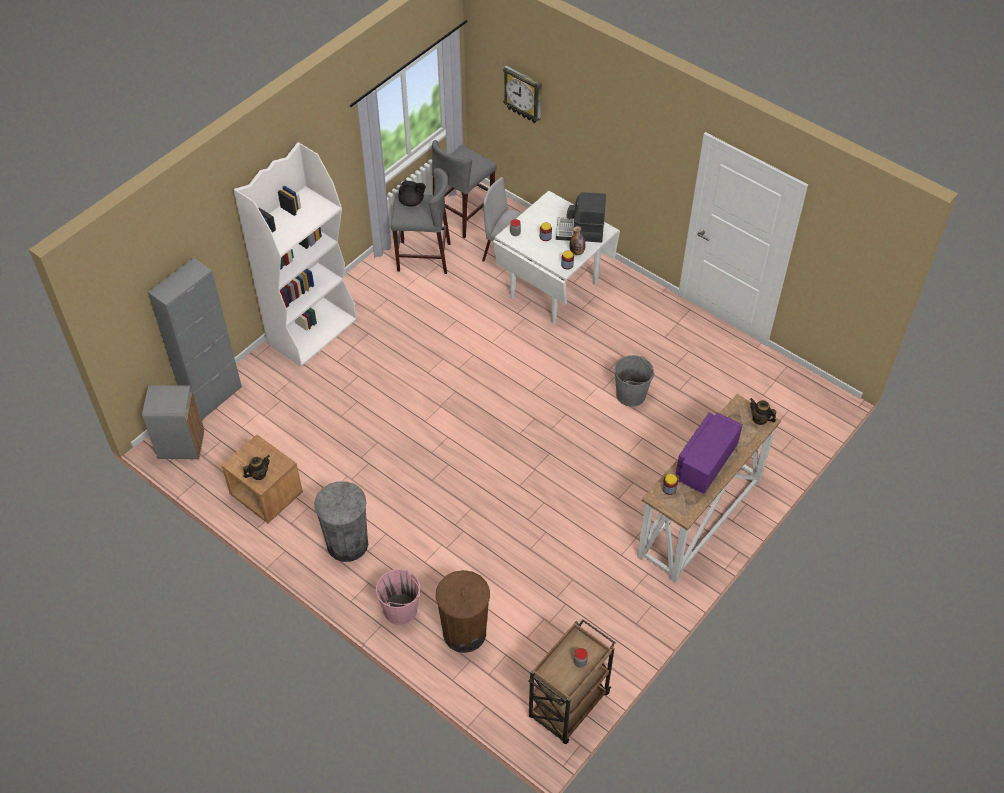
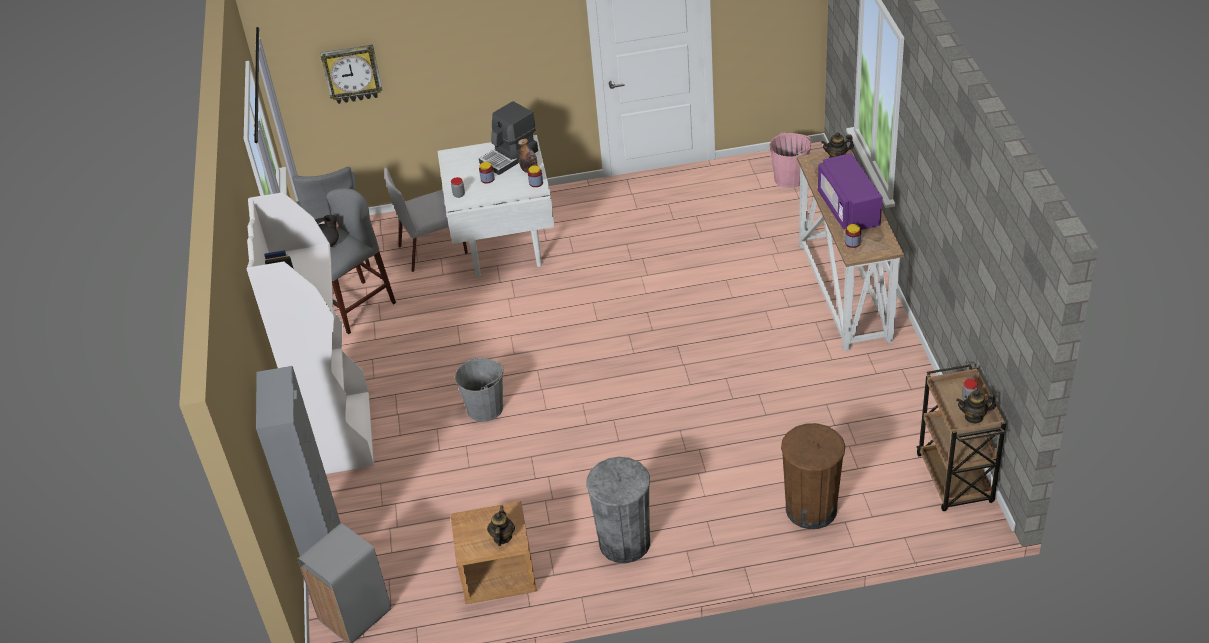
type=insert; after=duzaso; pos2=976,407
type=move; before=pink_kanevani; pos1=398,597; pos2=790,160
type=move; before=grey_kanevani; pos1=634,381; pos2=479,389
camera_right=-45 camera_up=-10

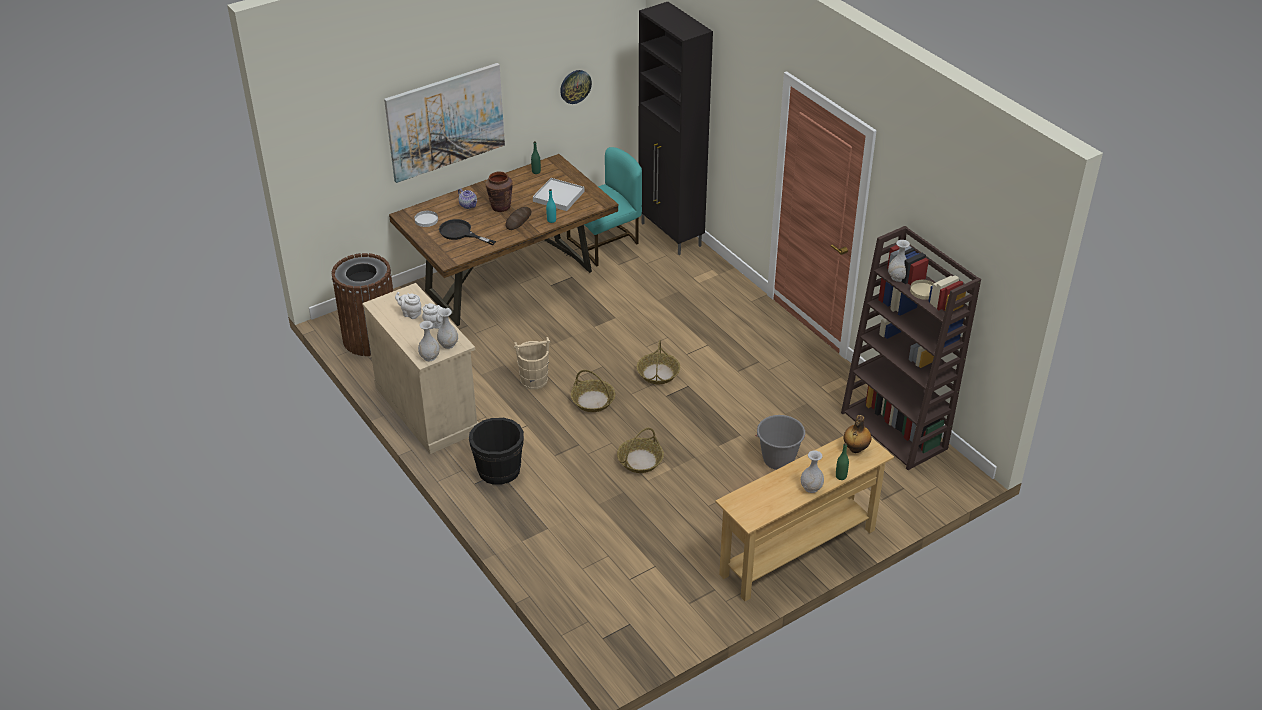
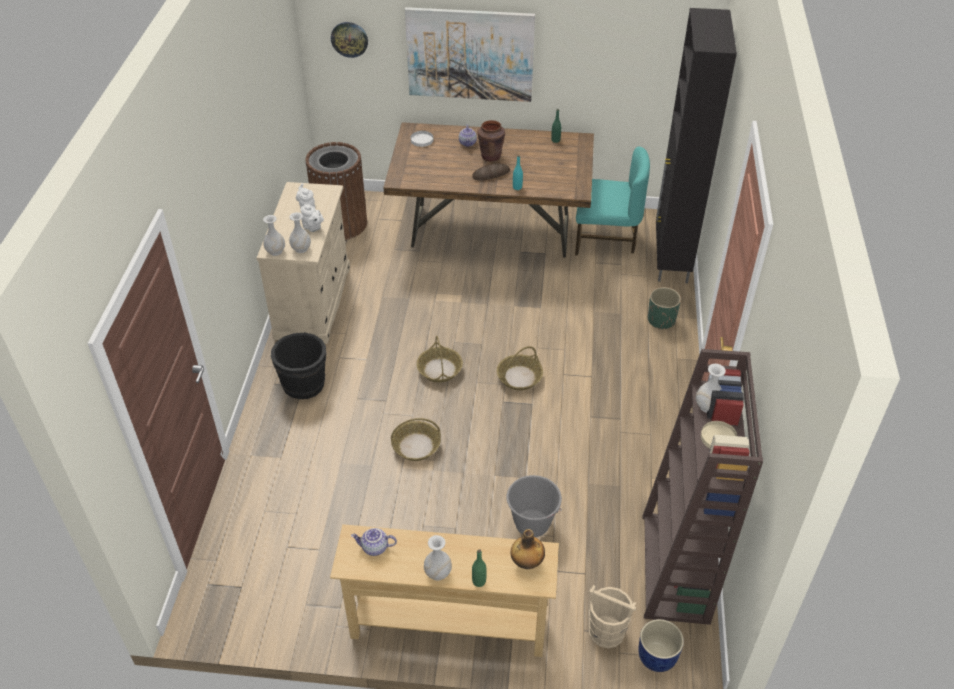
type=delete; before=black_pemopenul; pos1=467,232
type=delete; before=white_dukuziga; pos1=558,194
type=insert; after=duzaso; pos2=374,542
type=insert; after=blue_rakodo; pos2=661,645
type=insert; after=green_rakodo; pos2=664,308
type=move; before=beige_kanevani; pos1=532,363; pos2=612,616
type=move; before=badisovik; pos1=576,87; pos2=349,40
camera_right=40 camera_up=5

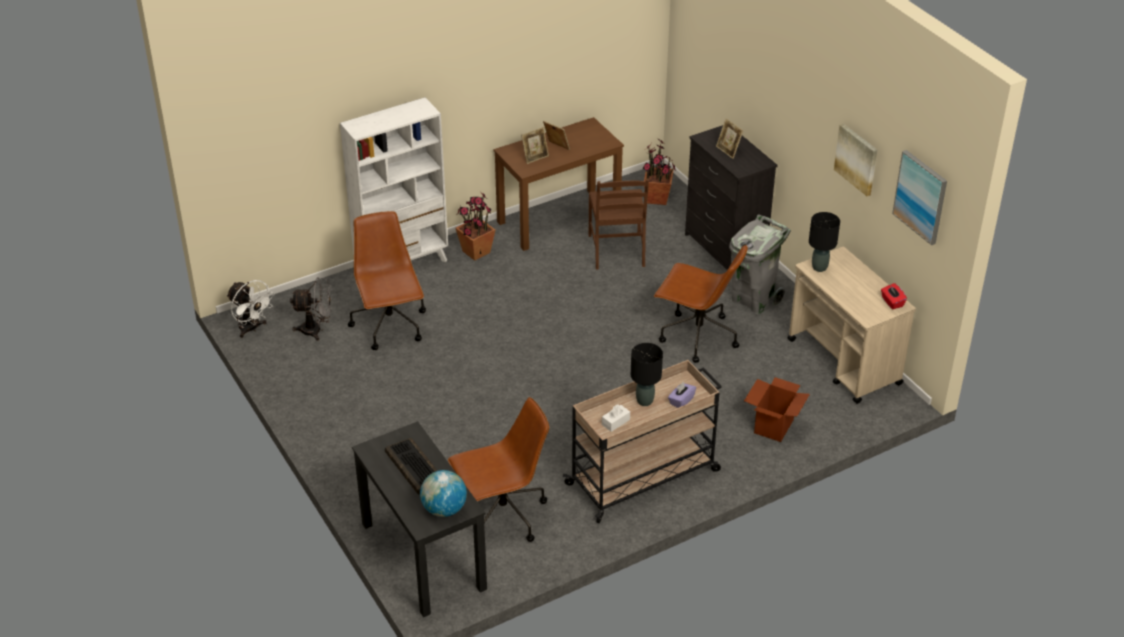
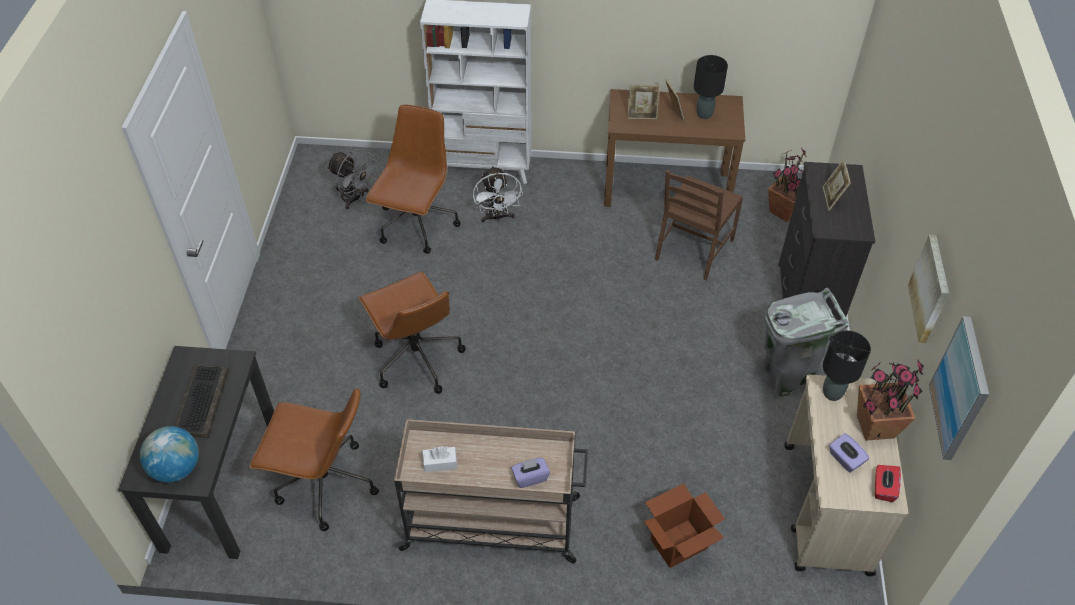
type=insert; after=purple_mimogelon; pos2=849,452
type=move; before=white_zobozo; pos1=250,309; pos2=498,194
type=move; before=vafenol; pos1=475,227; pos2=890,400
type=move; before=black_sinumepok; pos1=647,374; pos2=711,87
type=move; before=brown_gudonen; pos1=701,304; pos2=412,332
camera_right=35 camera_up=10

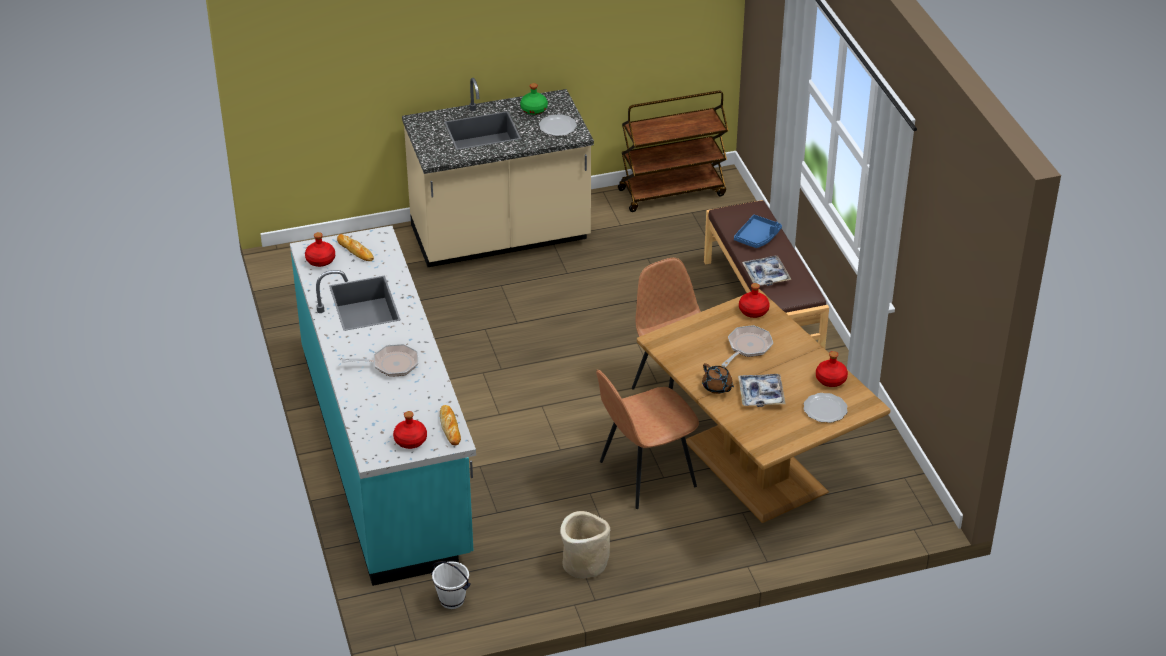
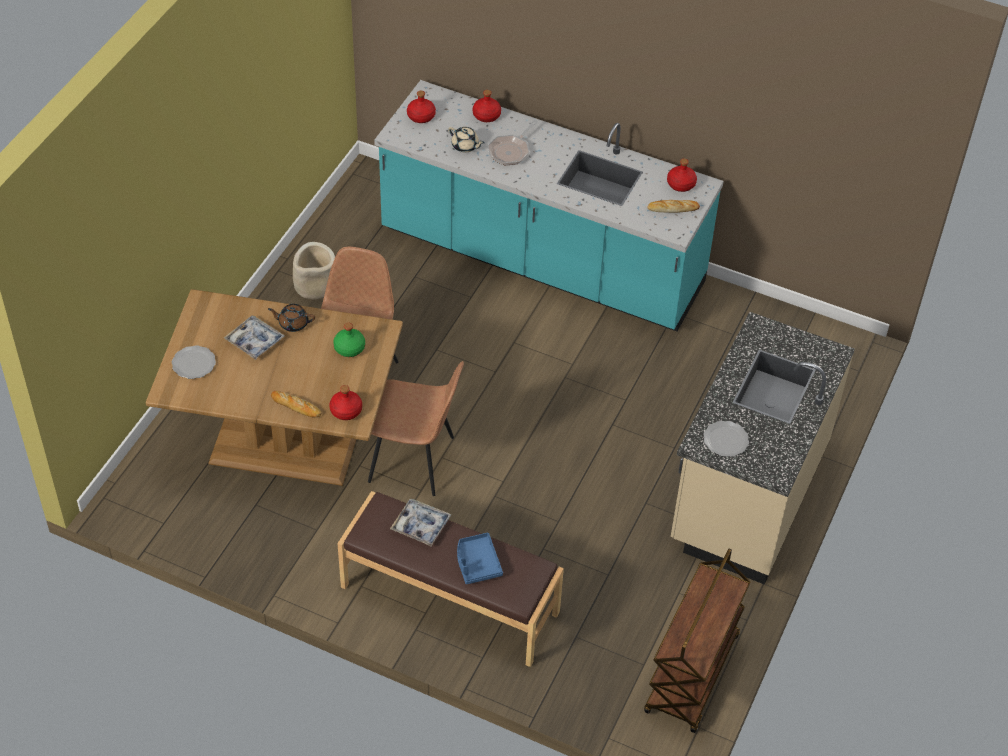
type=delete; before=white_kanevani; pos1=451,585
type=delete; before=pemopenul; pos1=747,346
type=insert; after=beige_duzaso; pos2=466,140
type=move; before=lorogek; pos1=450,425; pos2=296,404
type=move; before=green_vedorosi; pos1=534,99; pos2=349,340
type=move; before=red_vedorosi; pos1=832,369; pos2=487,106
camera_right=130 camera_up=10

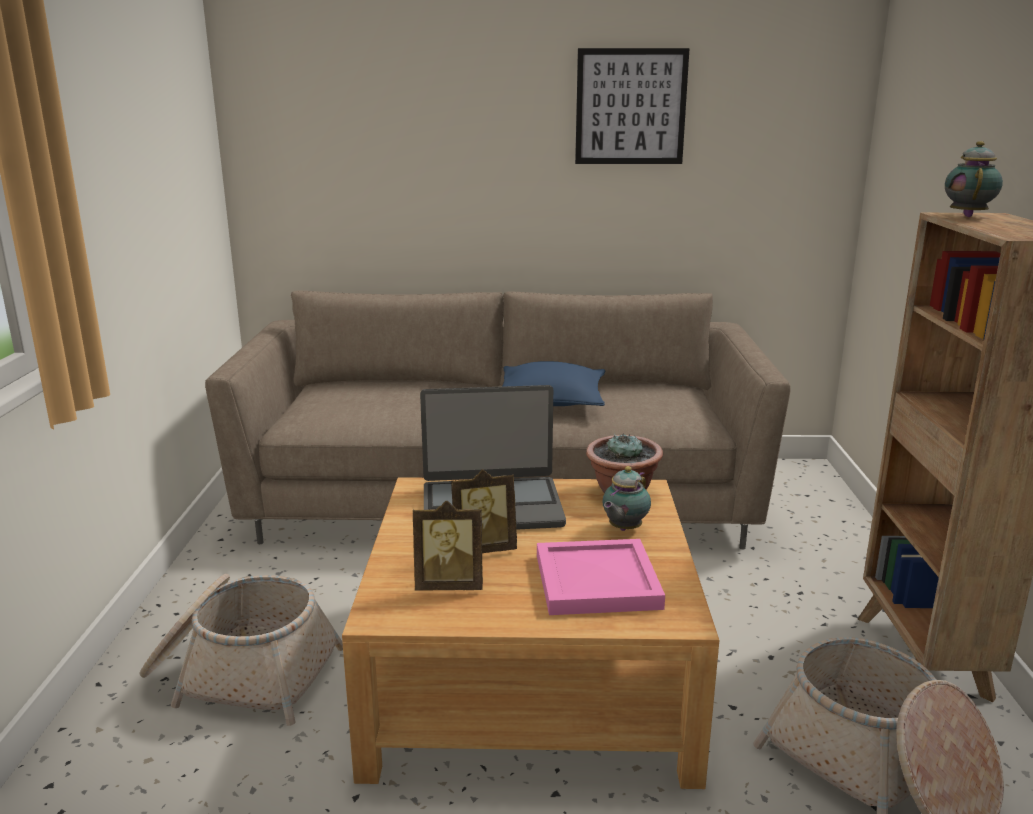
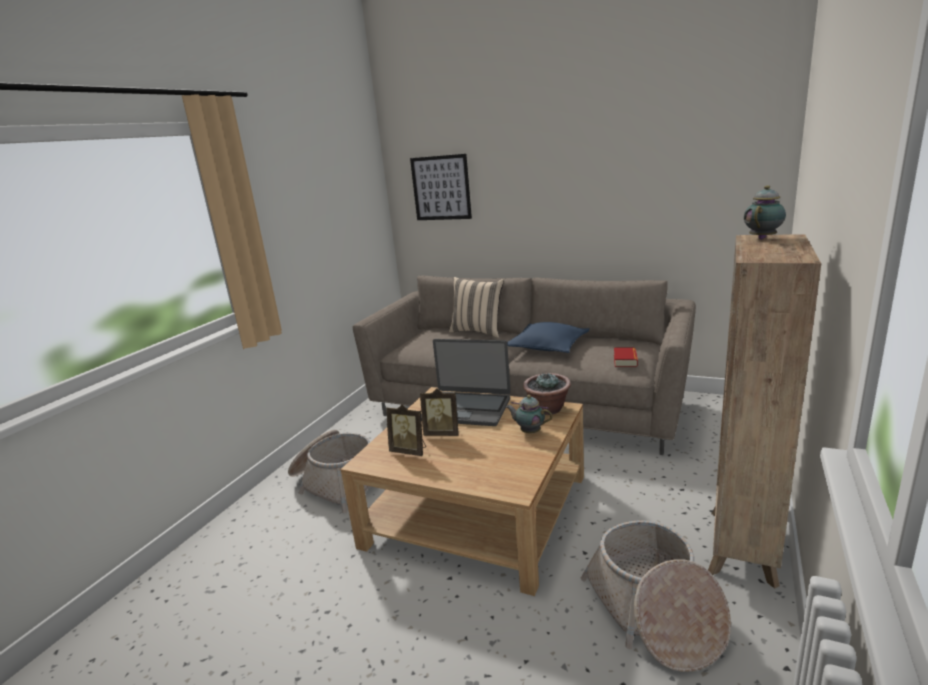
type=delete; before=pink_dukuziga; pos1=601,577
type=insert; after=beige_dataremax; pos2=476,307
type=insert; after=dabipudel; pos2=626,357
type=move; before=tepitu; pos1=632,106; pos2=441,187
type=rotate; before=duzaso; pos1=626,498; pos2=529,414; turn=60
camera_right=25 camera_up=0

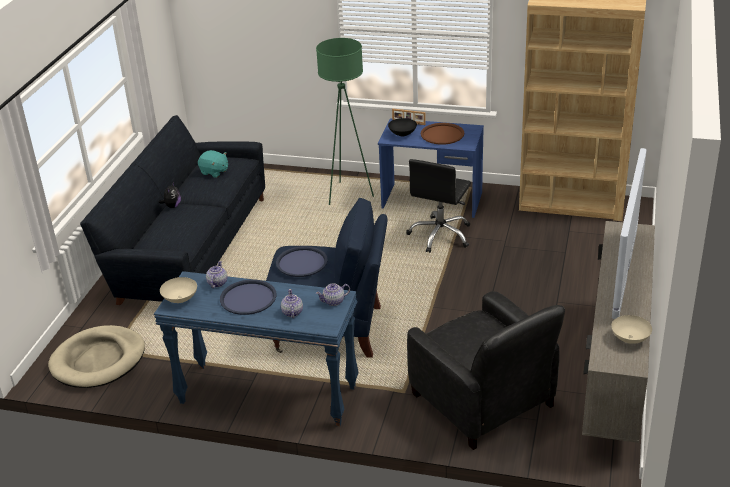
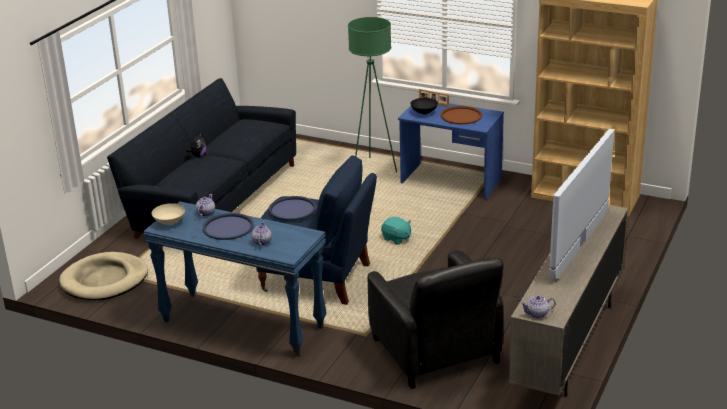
type=delete; before=black_gudonen; pos1=438,206
type=delete; before=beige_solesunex; pos1=631,329
type=move; before=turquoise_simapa; pos1=213,164; pos2=396,231
type=move; before=duzaso; pos1=333,294; pos2=538,307
camera_right=10 camera_up=-5

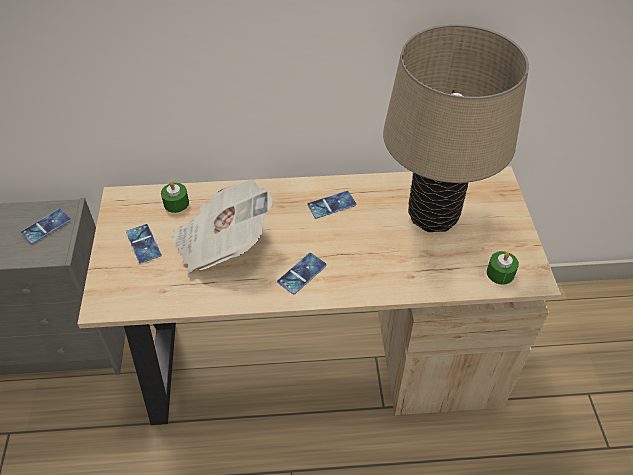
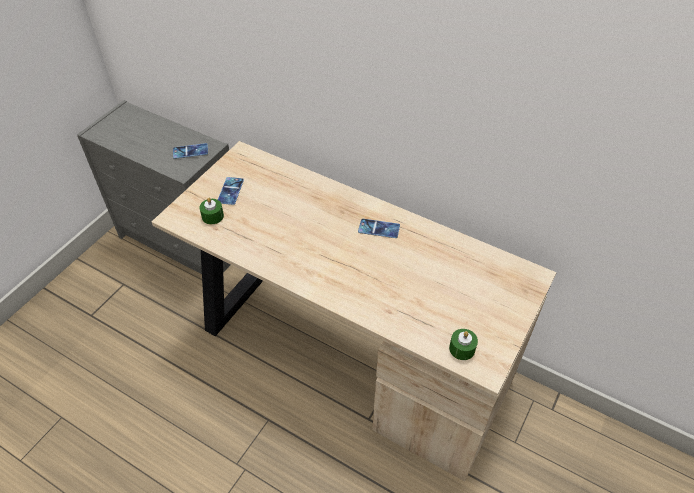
type=delete; before=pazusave; pos1=222,226
type=delete; before=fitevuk; pos1=302,273
type=delete; before=beige_sinumepok; pos1=456,128
type=move; before=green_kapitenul; pos1=175,197; pos2=211,211
camera_right=35 camera_up=0

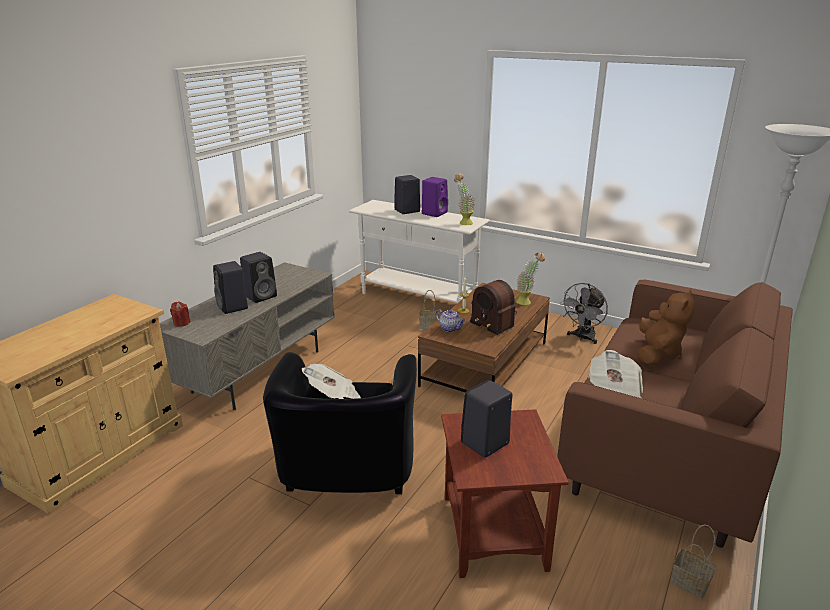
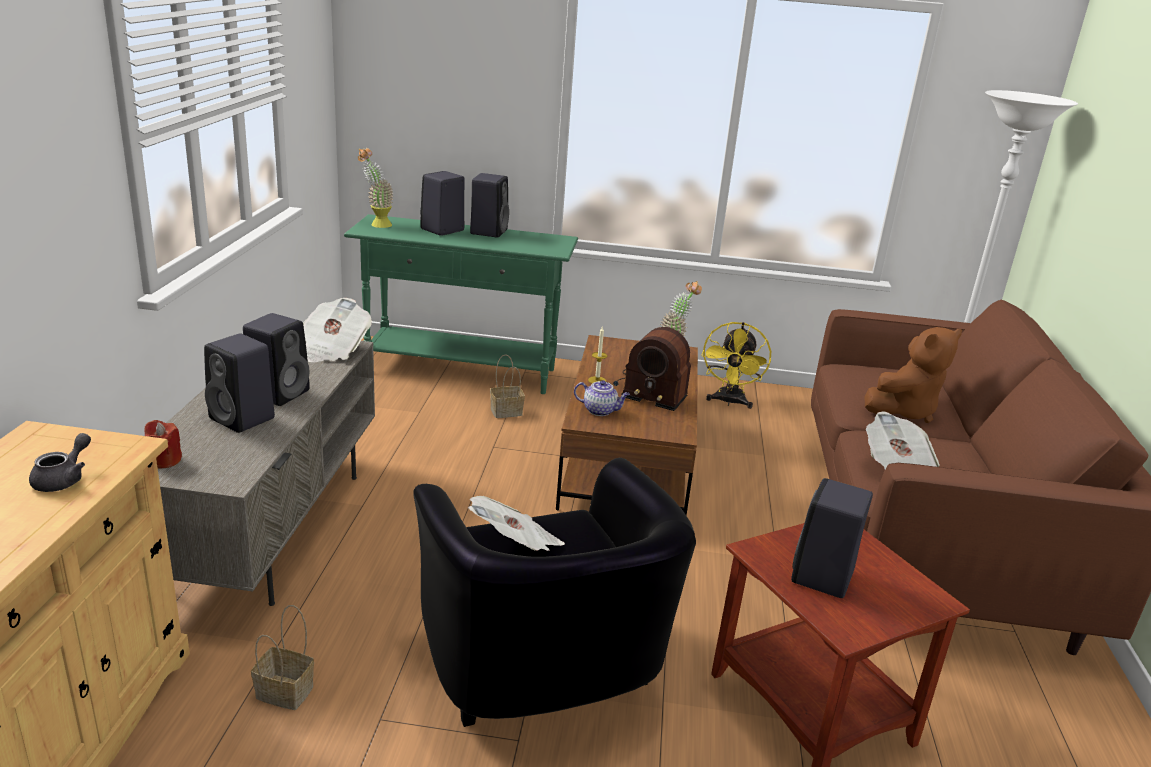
type=insert; after=grey_duzaso; pos2=60,462
type=insert; after=pazusave; pos2=337,330
type=move; before=vafenol; pos1=464,199; pos2=376,188
type=move; before=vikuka; pos1=693,561; pos2=282,657
type=recolor; before=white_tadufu; after=green_tadufu; pos1=419,251; pos2=461,304
type=recolor; before=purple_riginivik; after=black_riginivik; pos1=435,197; pos2=489,205
type=recolor; before=grey_zobozo; after=yellow_zobozo; pos1=584,313; pos2=736,365
type=rotate; before=brown_simapa; pos1=666,328; pos2=913,375; turn=60
camera_right=-25 camera_up=0

